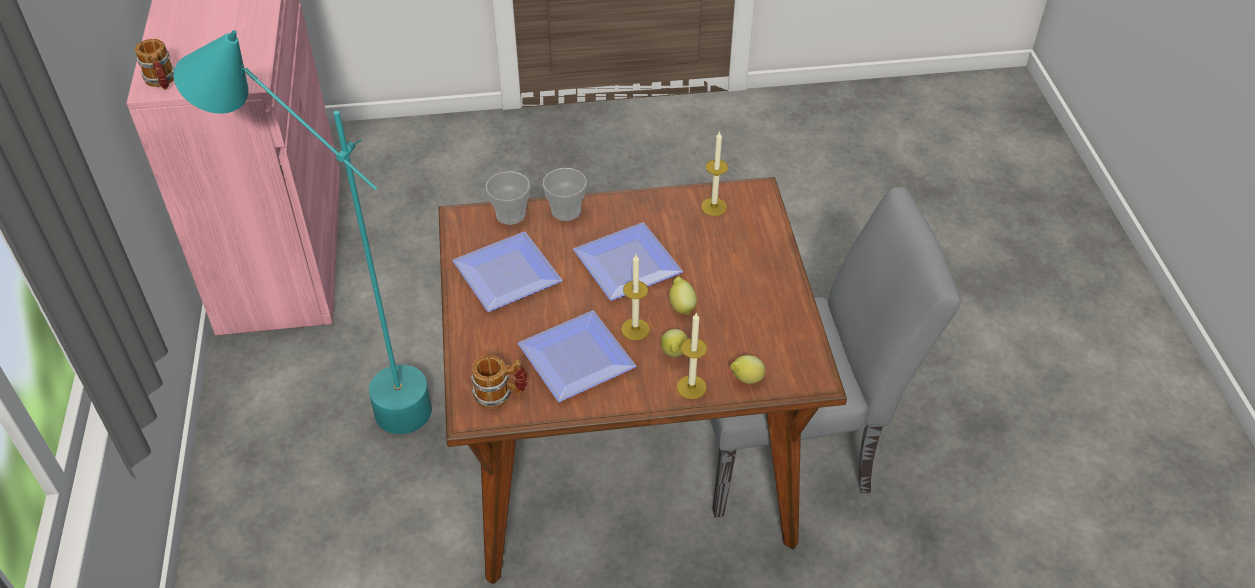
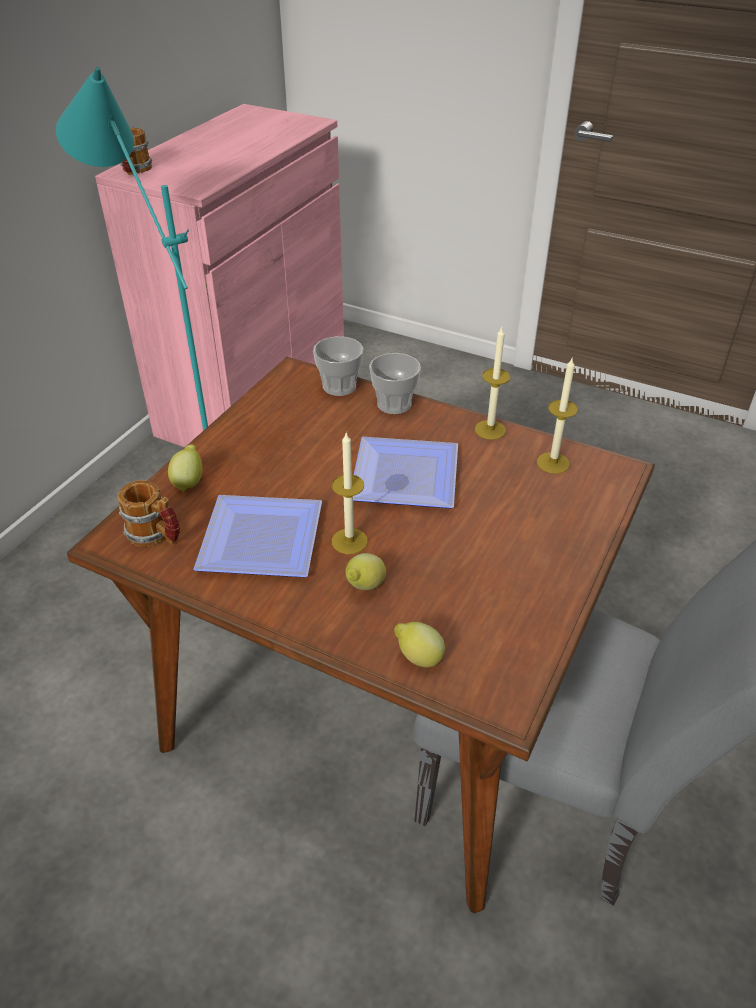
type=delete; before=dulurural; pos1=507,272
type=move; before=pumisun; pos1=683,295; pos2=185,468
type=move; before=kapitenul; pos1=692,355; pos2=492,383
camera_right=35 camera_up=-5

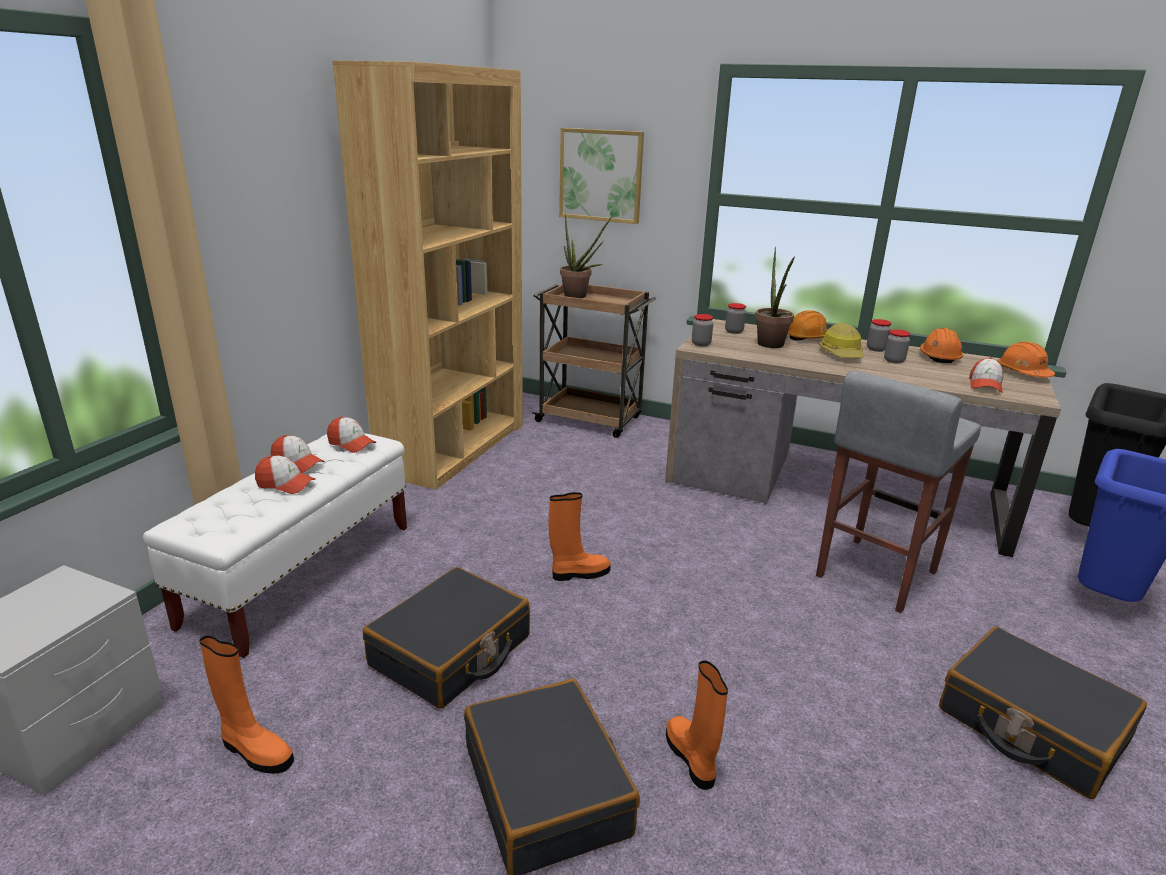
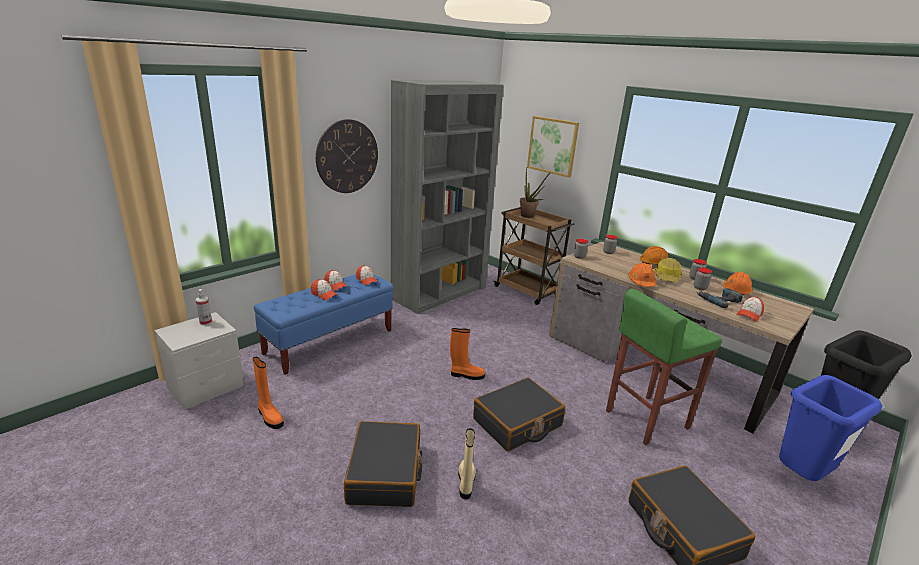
type=delete; before=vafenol; pos1=775,297
type=insert; after=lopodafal; pos2=204,307
type=insert; after=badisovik; pos2=347,156
type=insert; after=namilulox; pos2=720,298
type=move; before=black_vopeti; pos1=446,638; pos2=519,414
type=move; before=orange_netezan; pos1=1026,359; pos2=642,275
type=recolor; before=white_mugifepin; after=blue_mugifepin; pos1=275,545; pos2=323,324
type=recolor; before=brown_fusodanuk; after=grey_fusodanuk; pos1=427,275; pos2=447,197
type=recolor; before=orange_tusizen; after=beige_tusizen; pos1=697,725; pos2=467,463
type=recolor; before=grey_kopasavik; after=green_kopasavik; pos1=898,492; pos2=664,367
camera_right=20 camera_up=0

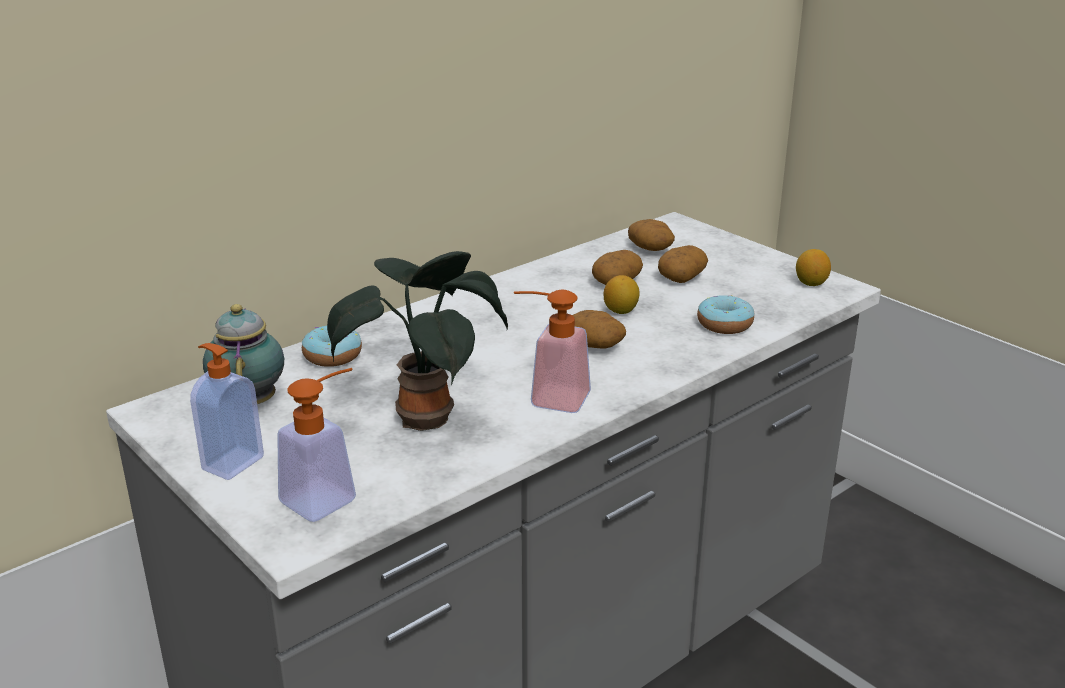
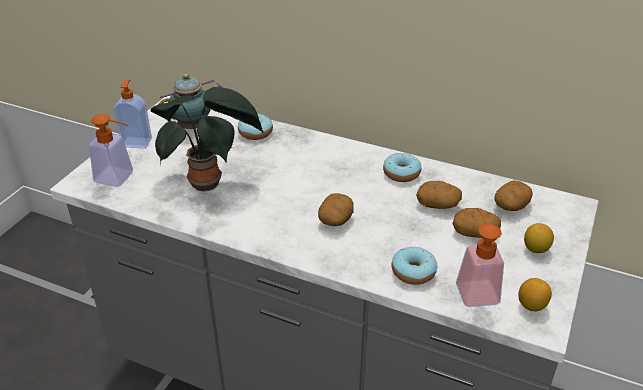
type=insert; after=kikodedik; pos2=402,167
type=move; before=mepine; pos1=552,351; pos2=480,257
type=move; before=pumisun; pos1=622,294; pos2=539,238
camera_right=65 camera_up=10

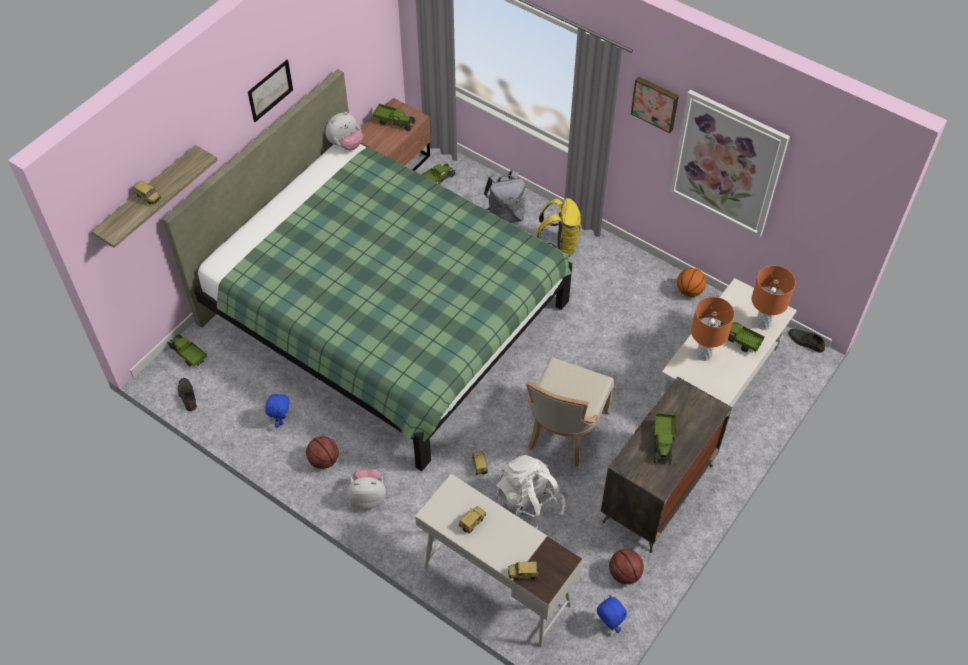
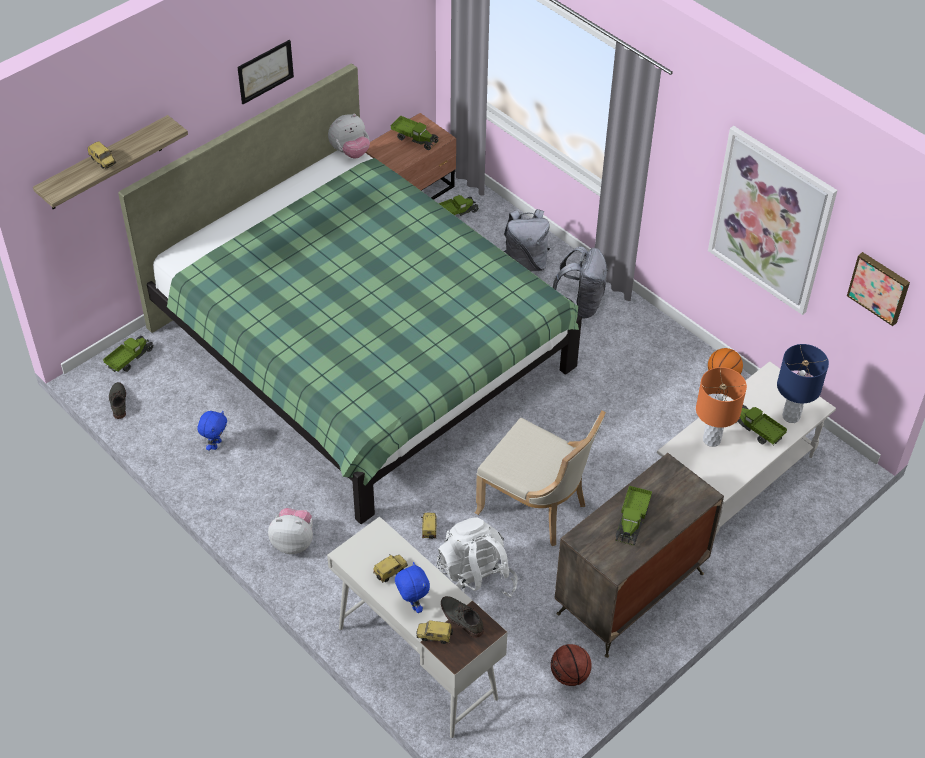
type=delete; before=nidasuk; pos1=322,452
type=move; before=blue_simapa; pos1=612,614; pos2=412,587
type=move; before=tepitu; pos1=655,104; pos2=878,289
type=move; before=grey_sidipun; pos1=807,341; pos2=462,617
type=recolor; before=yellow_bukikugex; after=grey_bukikugex; pos1=559,227; pos2=580,282
type=recolor; before=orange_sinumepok; after=blue_sinumepok; pos1=774,297; pos2=803,383
type=rotate; before=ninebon; pos1=187,351; pos2=128,354; turn=75
type=rotate; before=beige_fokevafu; pos1=570,412; pos2=540,478; turn=-90
camera_right=10 camera_up=-5

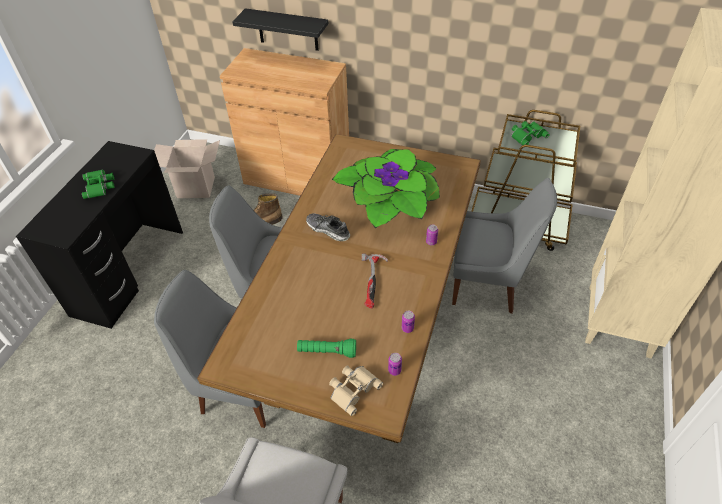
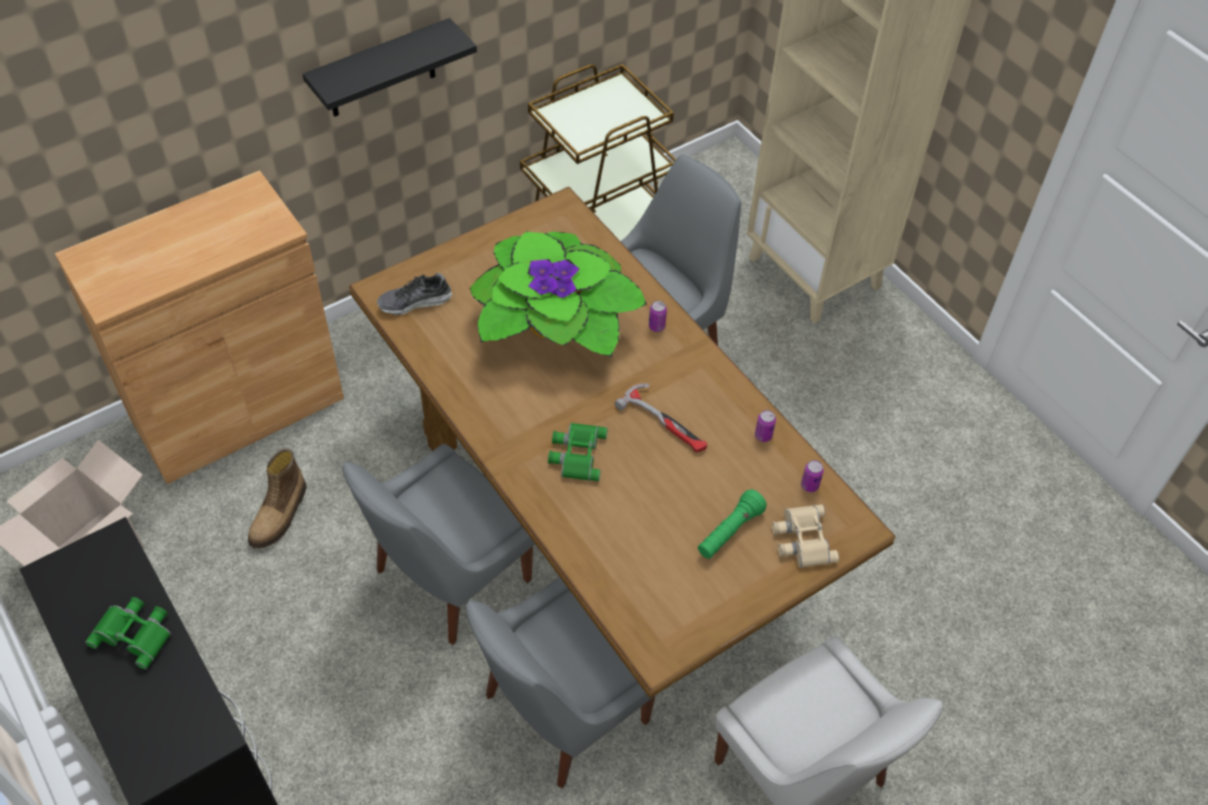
type=move; before=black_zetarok; pos1=280,29; pos2=389,67
type=move; before=sidipun; pos1=328,227; pos2=414,294
type=move; before=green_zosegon; pos1=530,133; pos2=578,452
camera_right=-55 camera_up=5

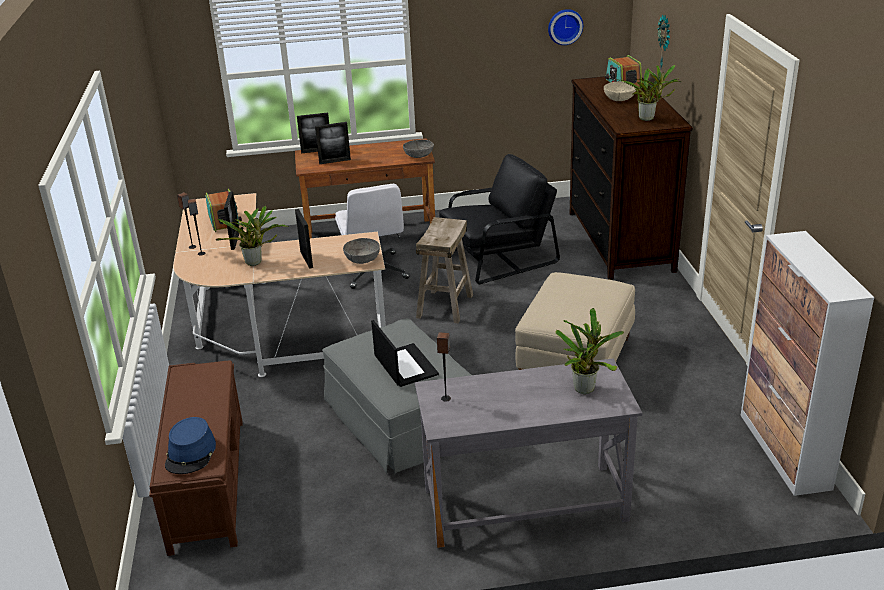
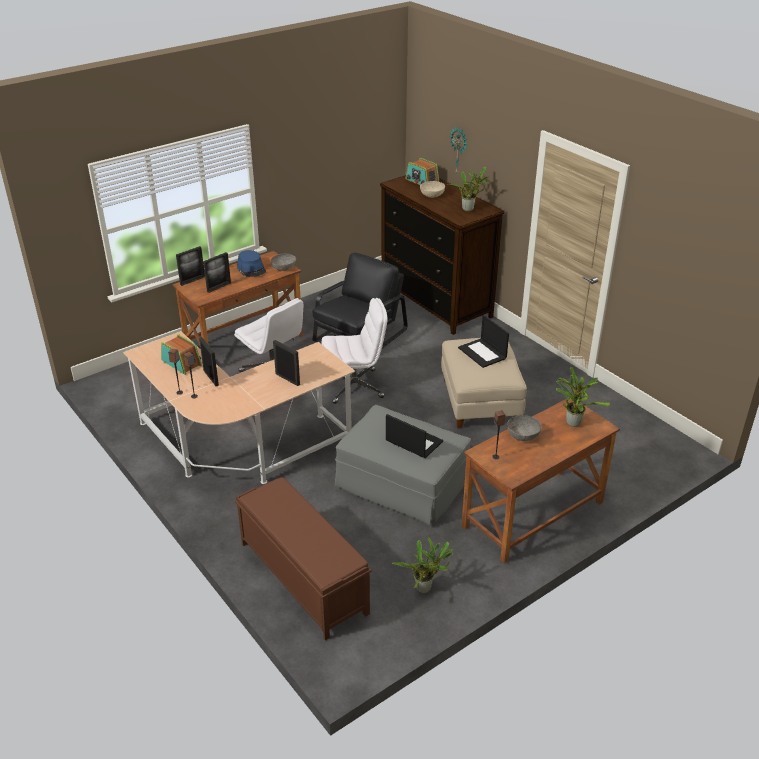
type=delete; before=badisovik; pos1=565,27
type=delete; before=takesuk; pos1=807,363
type=insert; after=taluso; pos2=483,341
type=move; before=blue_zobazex; pos1=190,445; pos2=251,263
type=move; before=vafenol; pos1=252,236; pos2=423,565
type=move; before=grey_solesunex; pos1=361,251; pos2=524,428
type=replace; before=beige_kopasavik; after=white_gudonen; pos1=444,270; pos2=354,351
type=recolor; before=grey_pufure; after=brown_pufure; pos1=529,453; pos2=541,481
camera_right=-30 camera_up=5

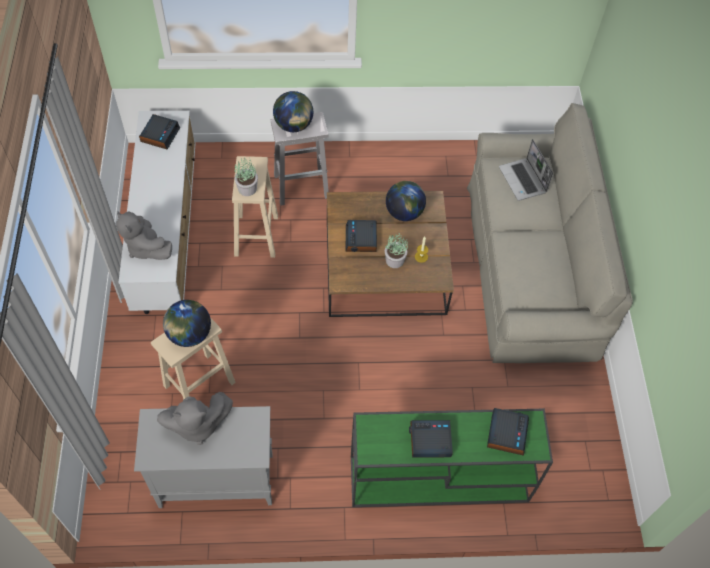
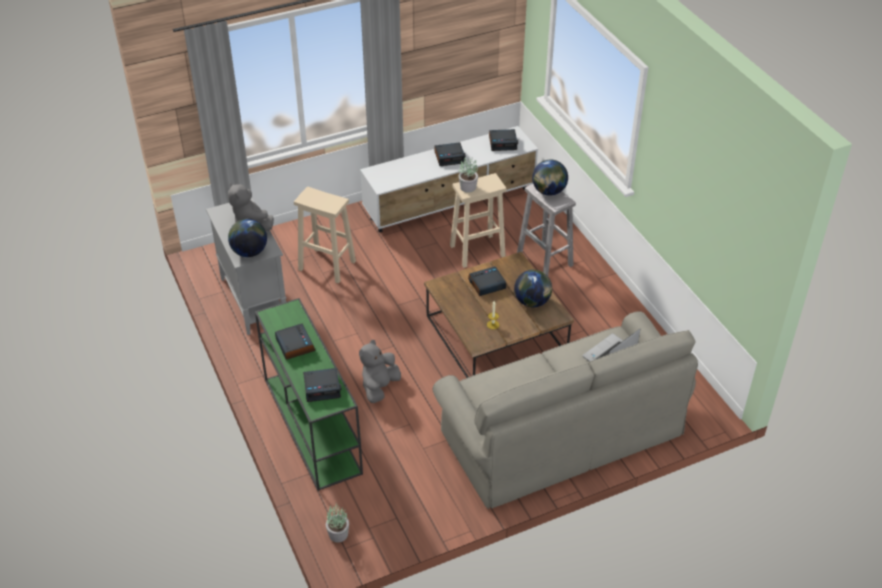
type=insert; after=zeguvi; pos2=450,154
type=move; before=grey_simapa; pos1=144,235; pos2=380,371
type=move; before=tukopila; pos1=187,323; pos2=247,238
type=move; before=vafenol; pos1=396,250; pos2=337,524
camera_right=70 camera_up=-15

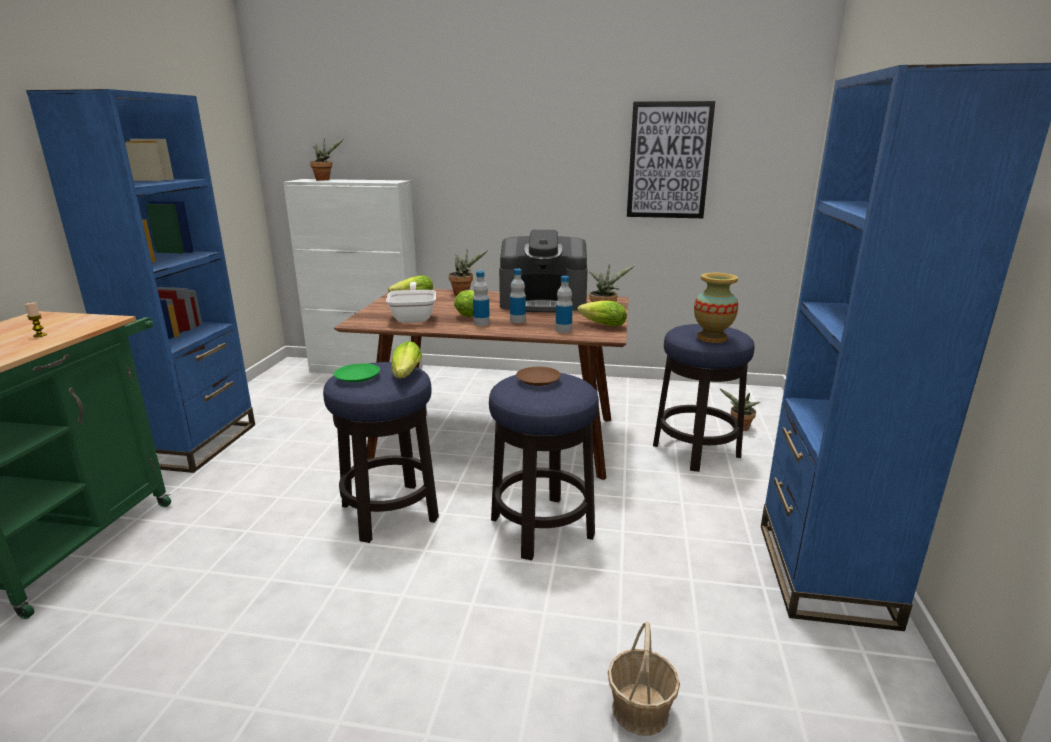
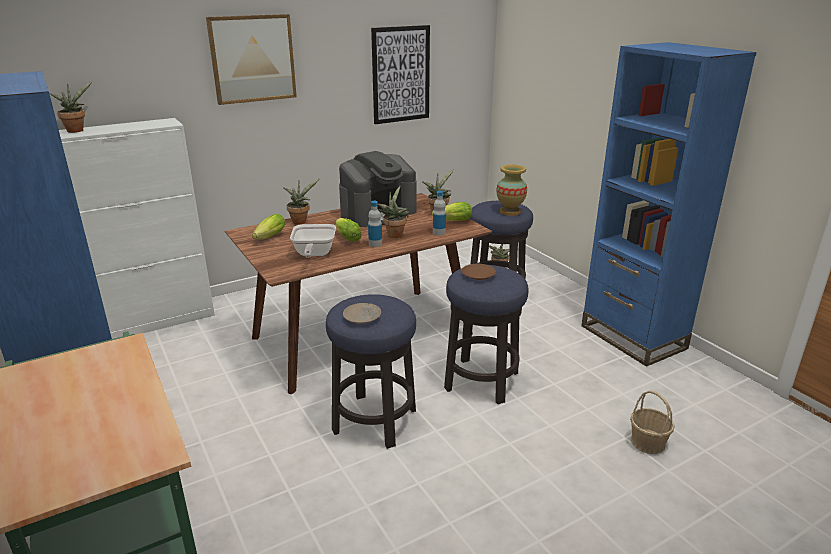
type=delete; before=kapitenul; pos1=36,319
type=delete; before=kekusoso; pos1=406,359
type=insert; after=tepitu; pos2=251,59
type=replace; before=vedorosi; after=vafenol; pos1=518,296; pos2=393,212
type=recolor; before=green_dulurural; after=beige_dulurural; pos1=357,372; pos2=362,313
type=rotate; before=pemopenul; pos1=411,302; pos2=313,241; turn=-135
camera_right=-40 camera_up=5

